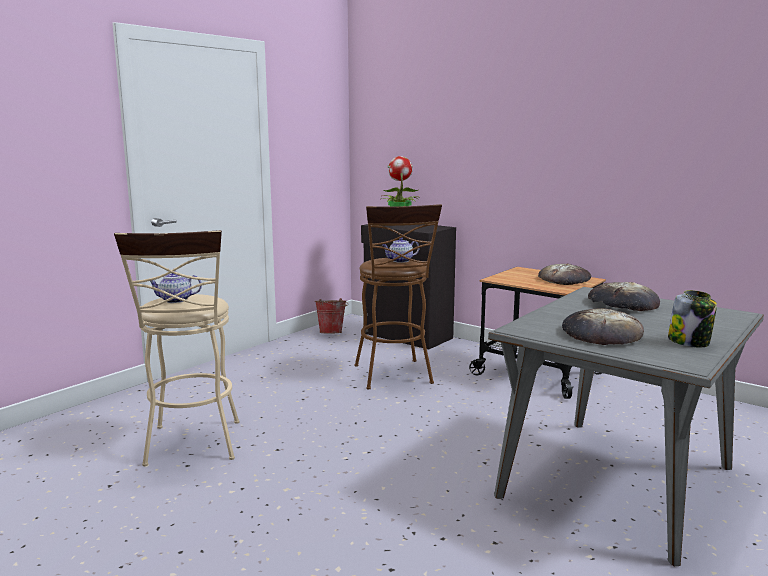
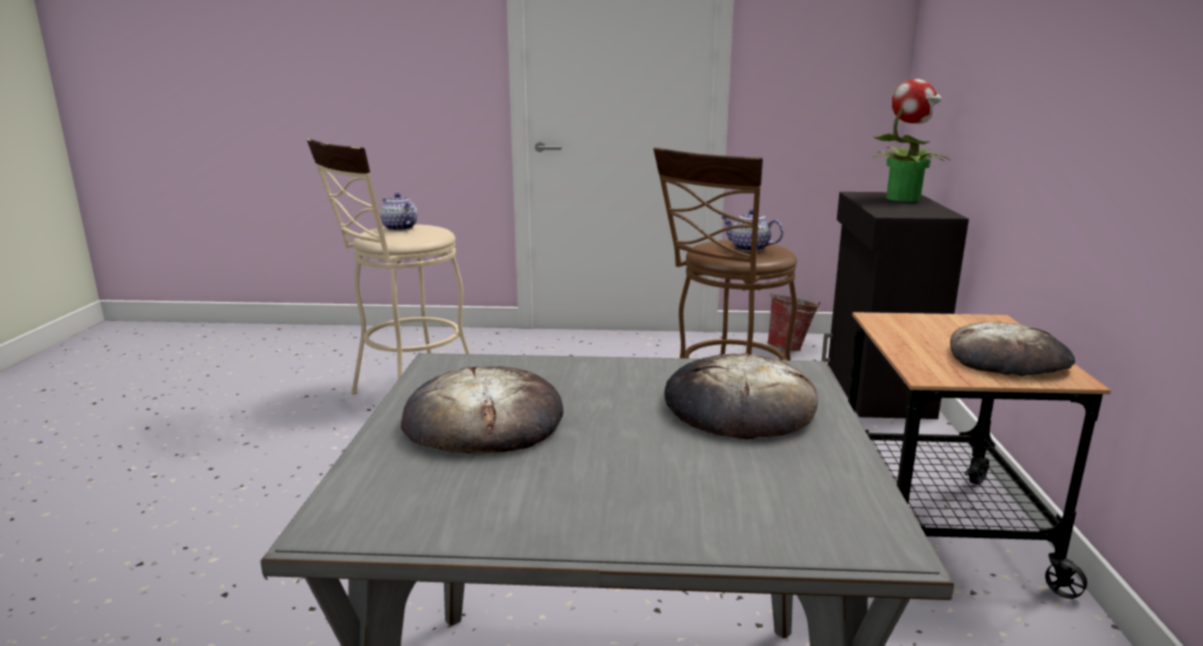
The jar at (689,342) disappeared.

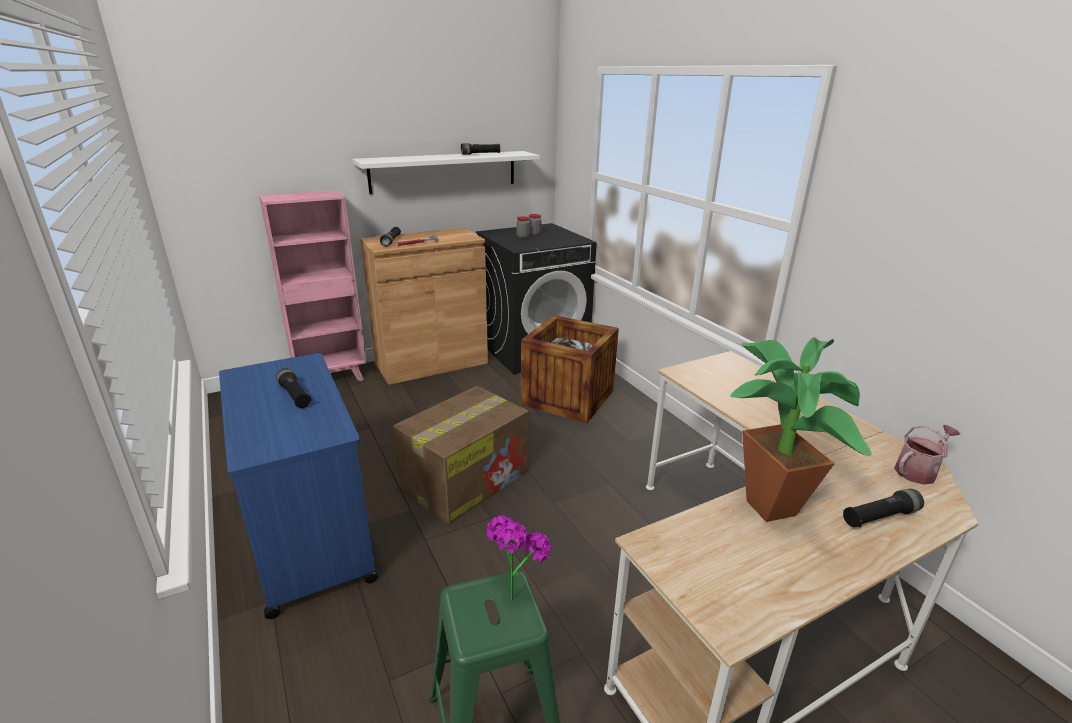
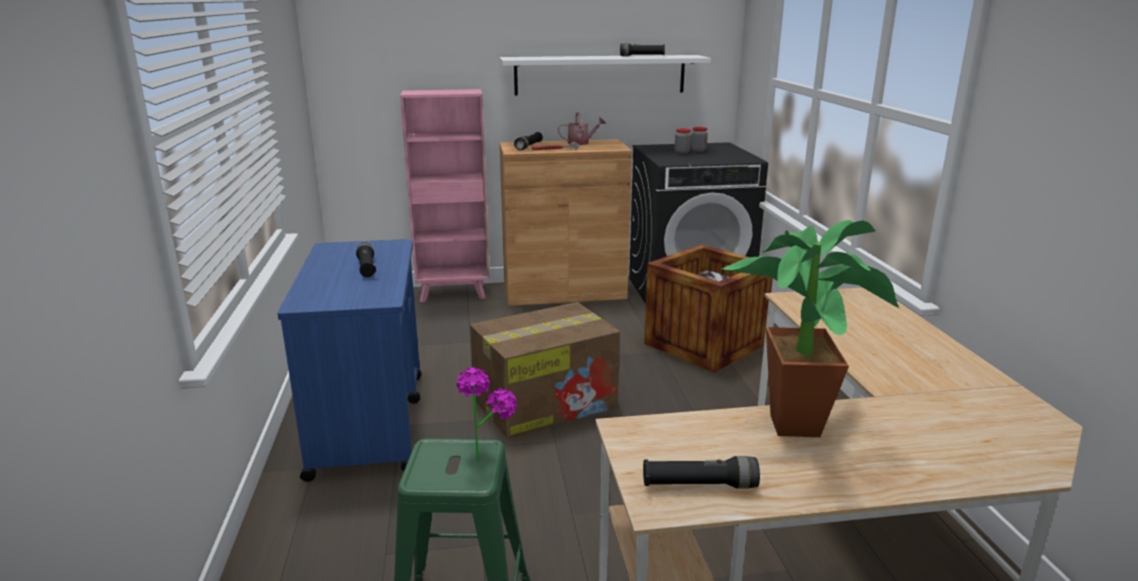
The flashlight in black moved from (880,517) to (699,485). The watering can moved from (918,471) to (581,143).

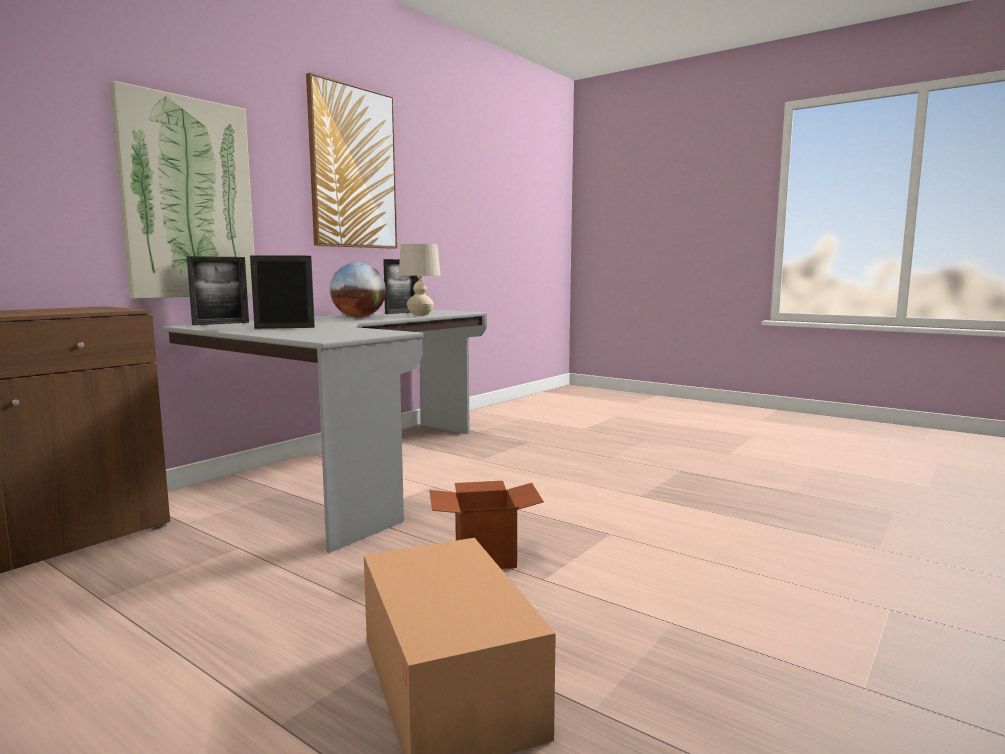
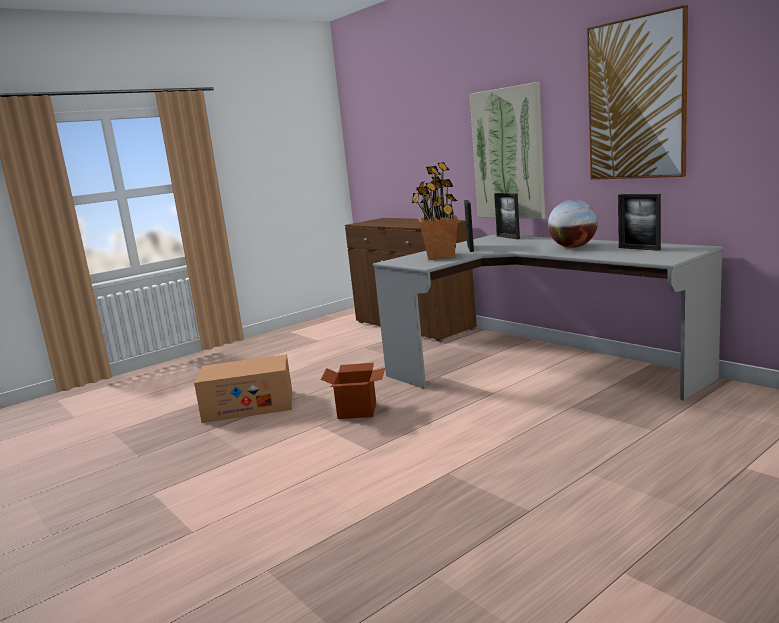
The table lamp in beige at (420,315) disappeared. The potted plant at (440,256) appeared.

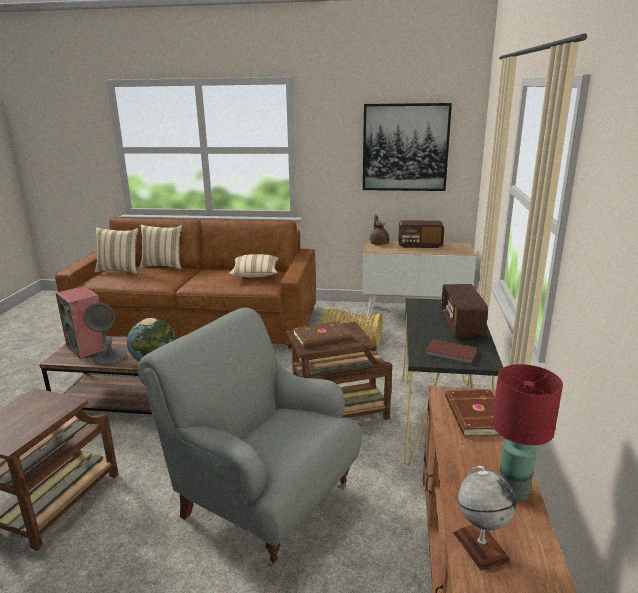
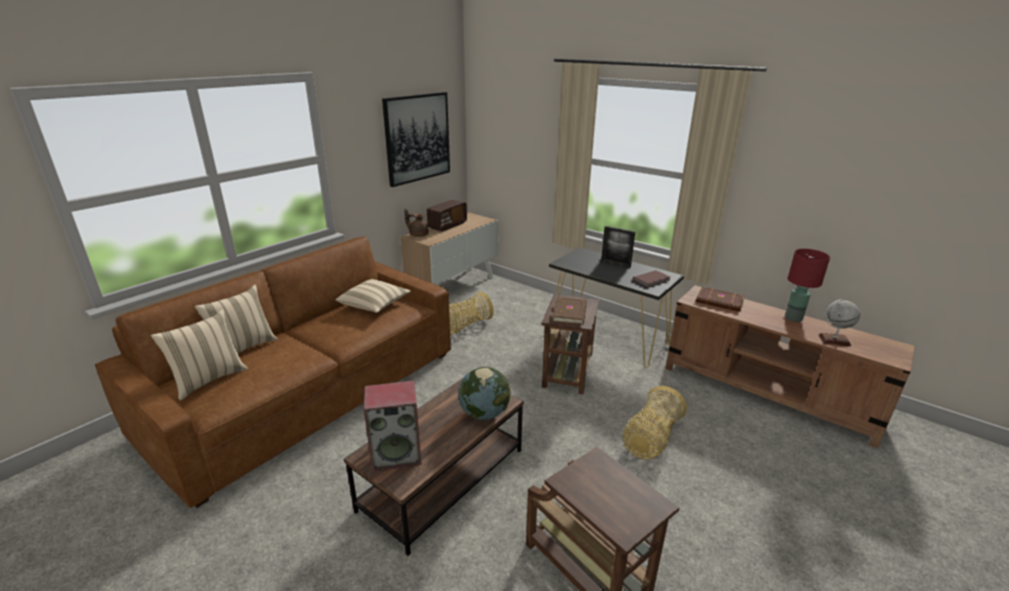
The table lamp in grey at (110,357) disappeared. The armchair in grey at (263,500) was replaced by the basket at (650,439). The radio at (461,326) was replaced by the picture frame at (615,264).

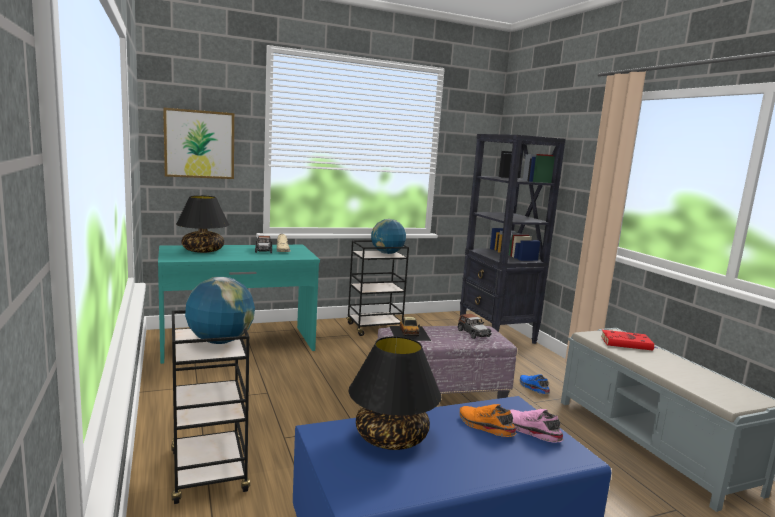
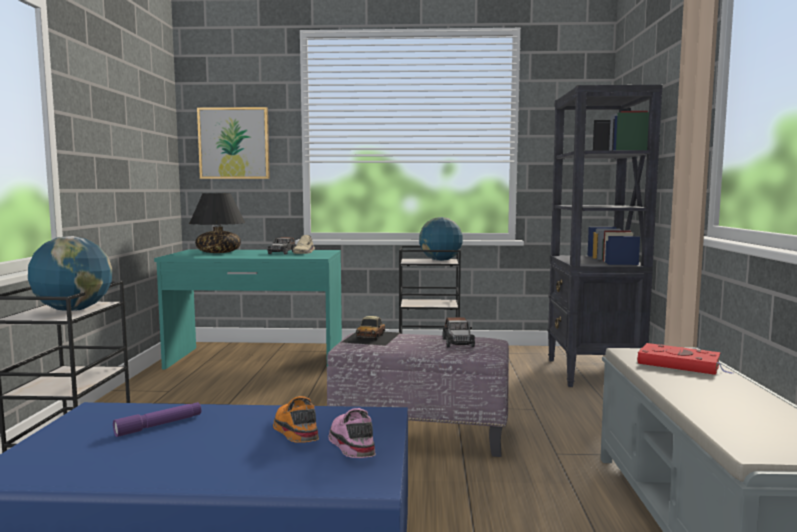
The shoe in blue at (533,388) disappeared. The table lamp in black at (392,438) was replaced by the flashlight in purple at (159,425).

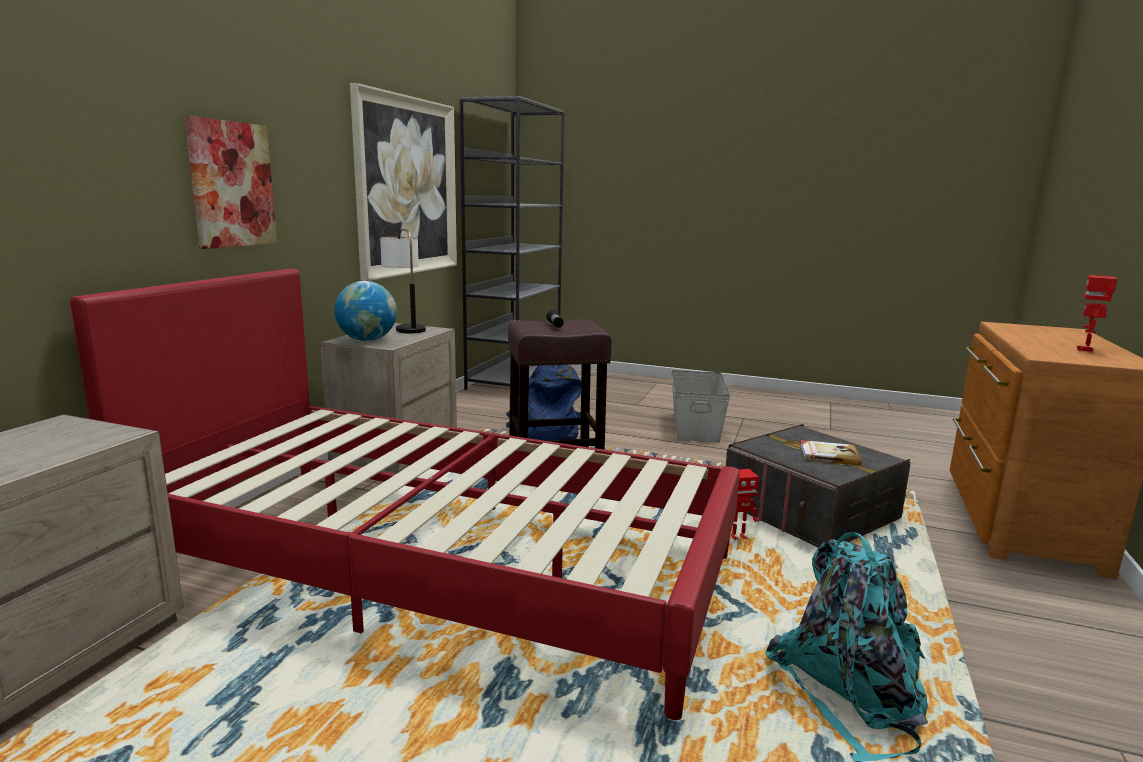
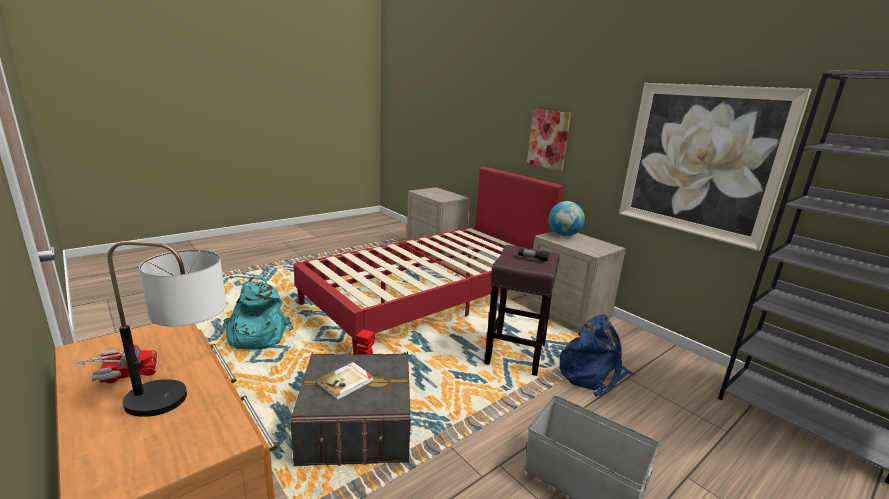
The table lamp moved from (406,327) to (183,401). The toy robot at (1085,349) was replaced by the toy truck at (120,373).

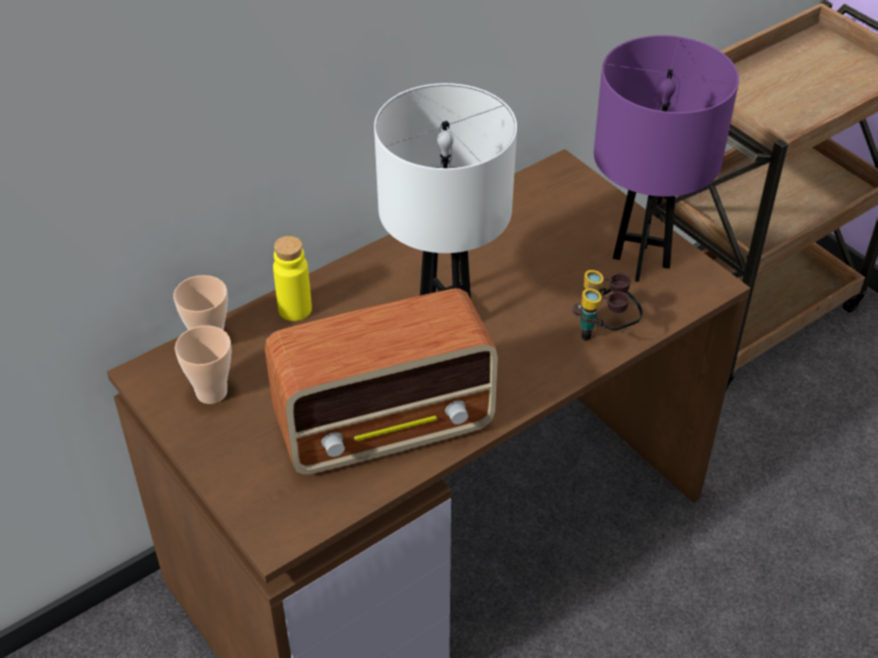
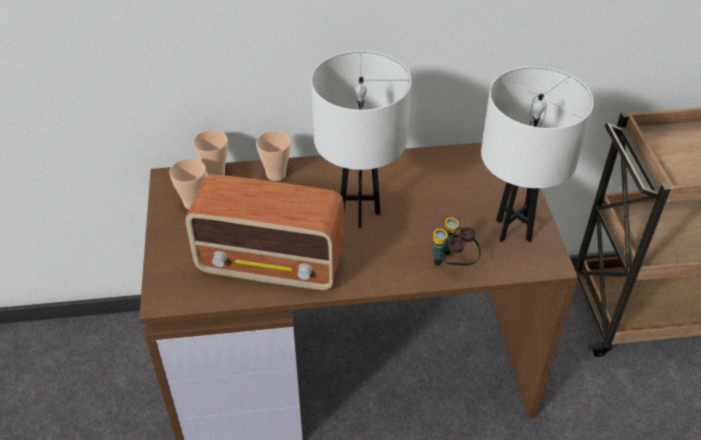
The bottle in yellow at (295,309) was replaced by the cup at (276,174). The table lamp in purple at (641,262) became the table lamp in white at (514,230).

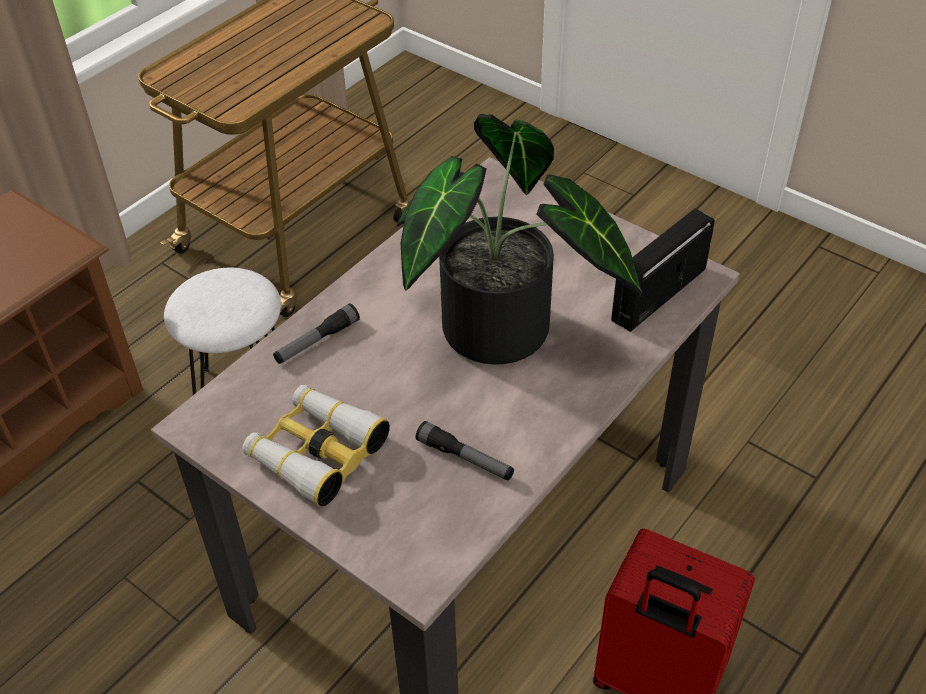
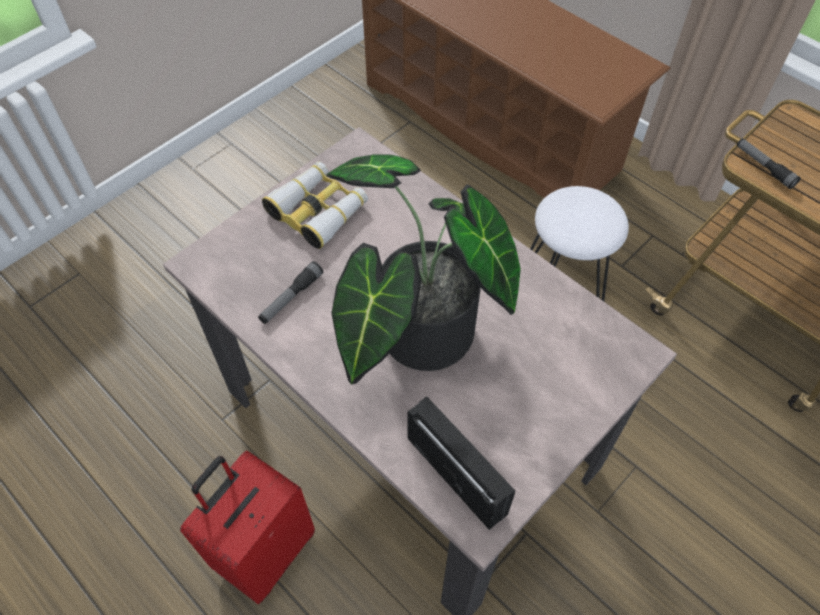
The flashlight moved from (317,341) to (764,167).

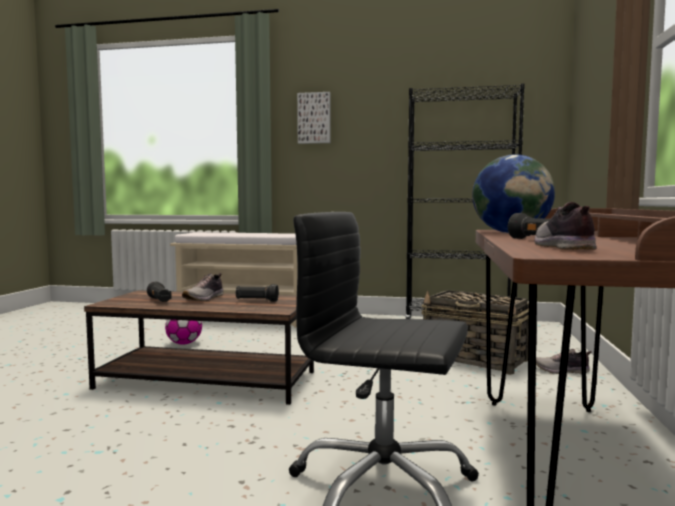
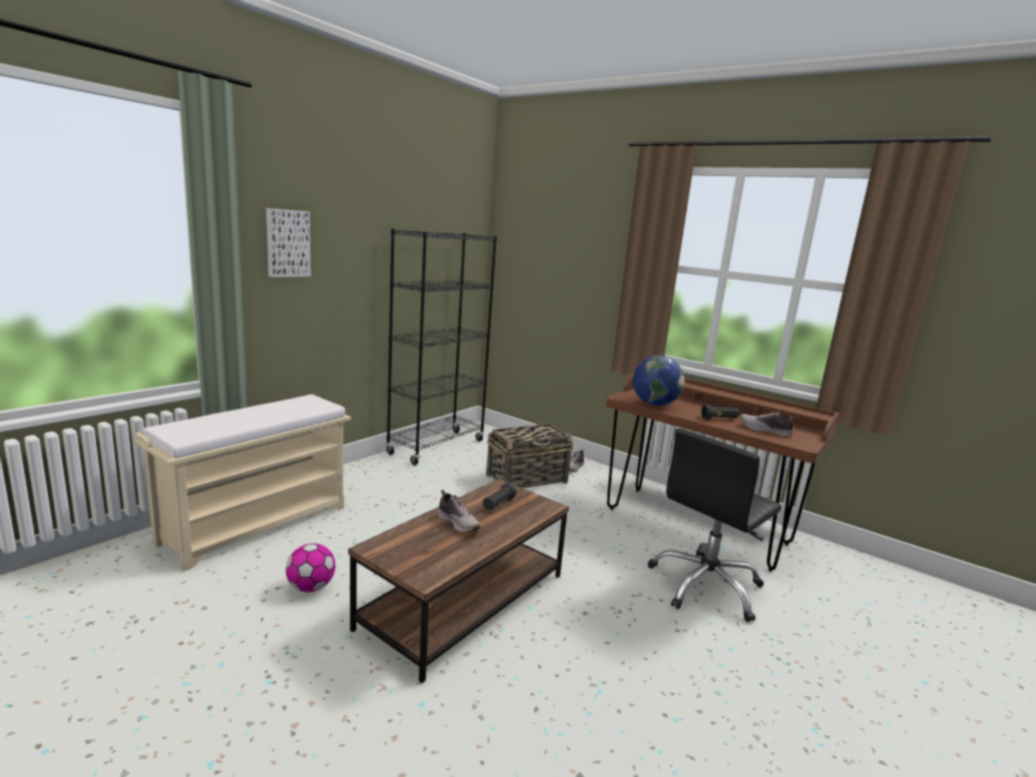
The flashlight in black at (160,301) disappeared.

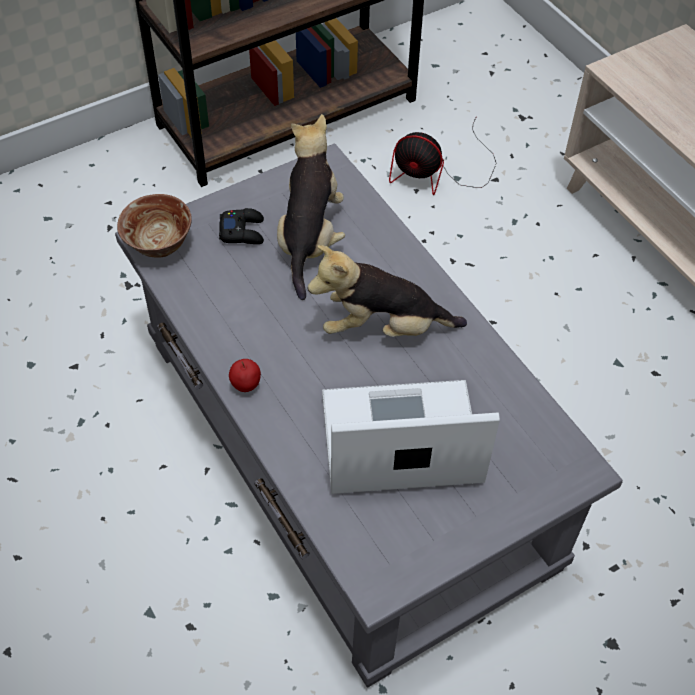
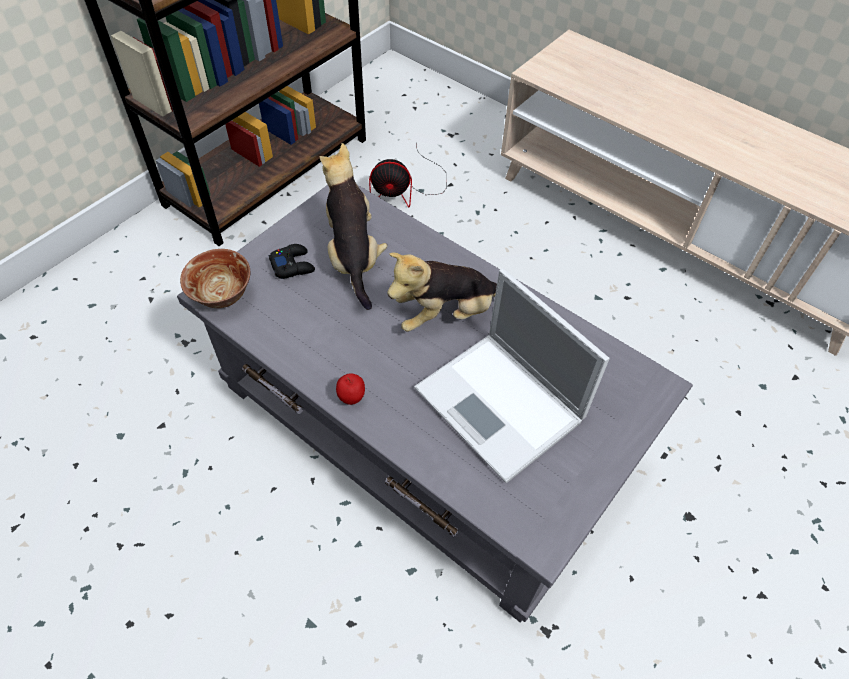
The laptop at (397,440) turned 105 degrees counterclockwise.

